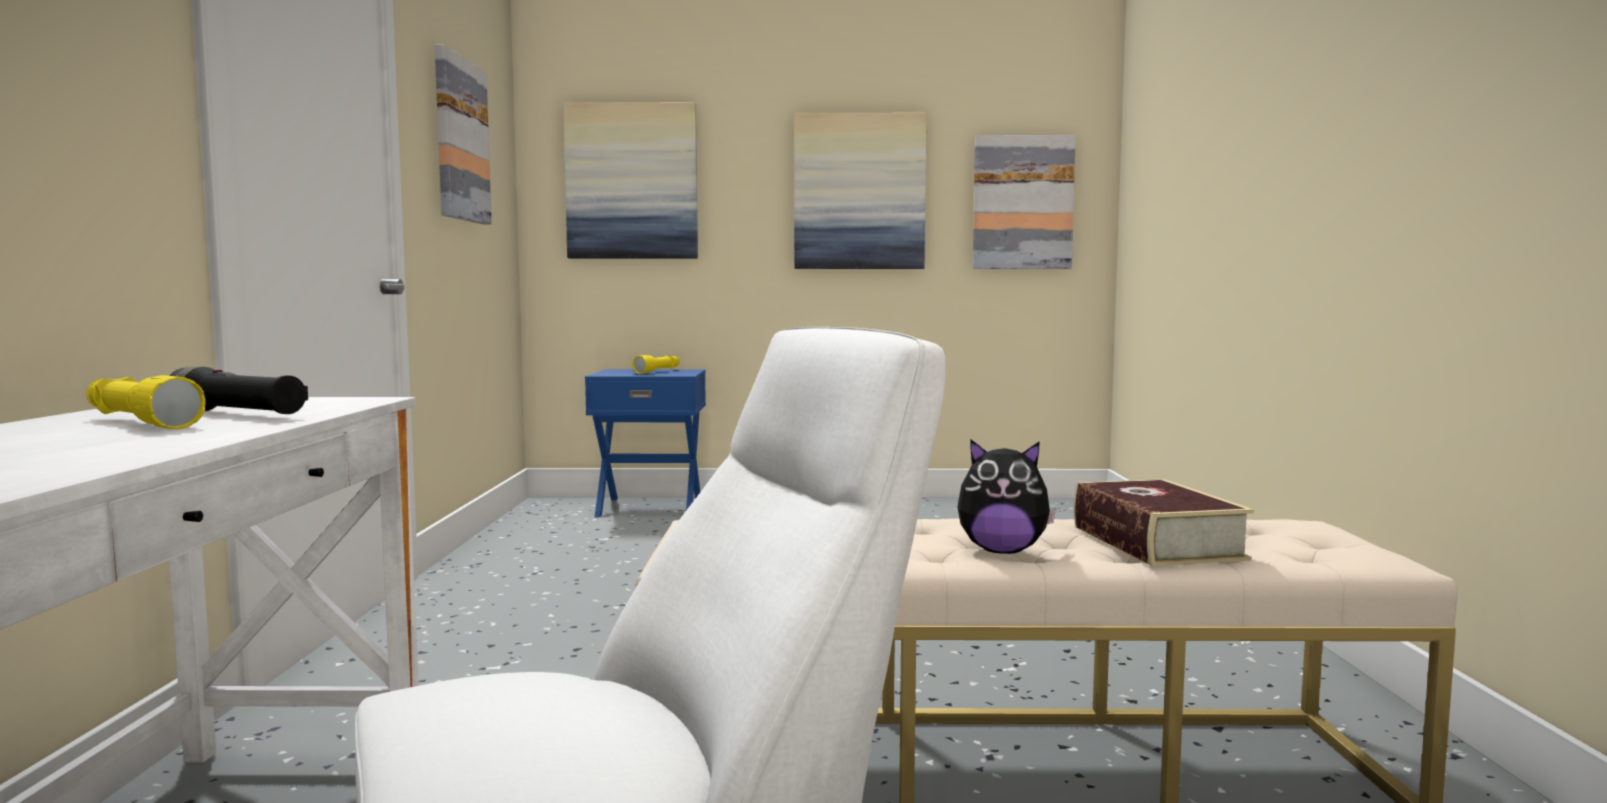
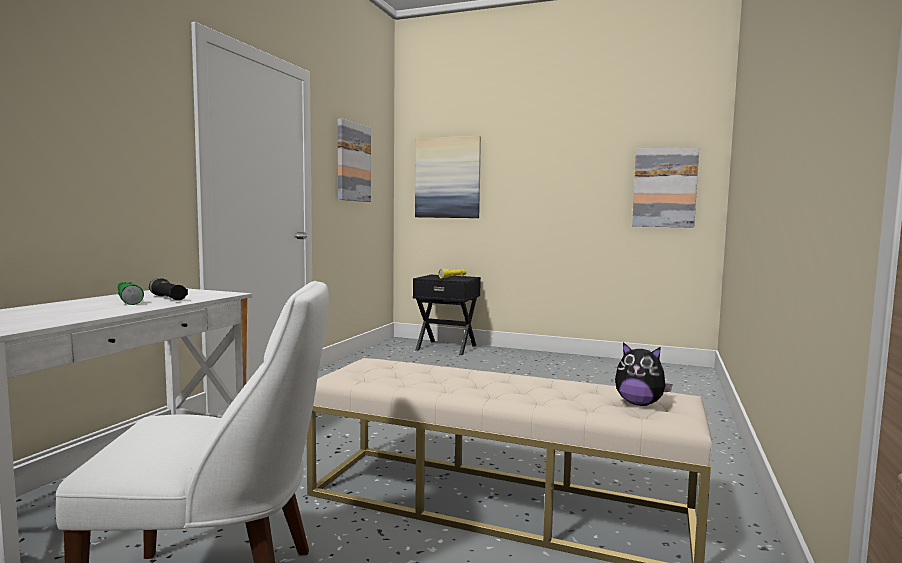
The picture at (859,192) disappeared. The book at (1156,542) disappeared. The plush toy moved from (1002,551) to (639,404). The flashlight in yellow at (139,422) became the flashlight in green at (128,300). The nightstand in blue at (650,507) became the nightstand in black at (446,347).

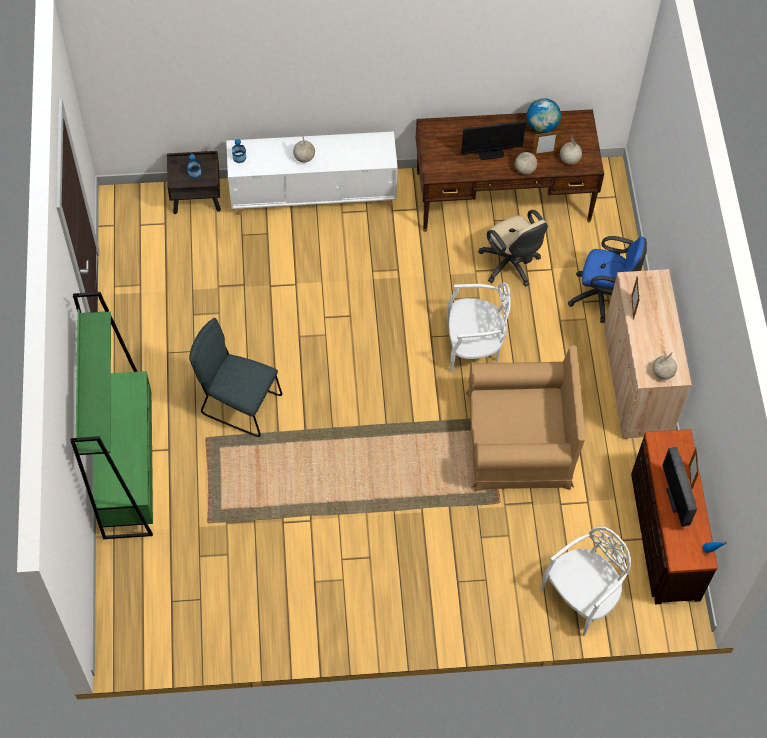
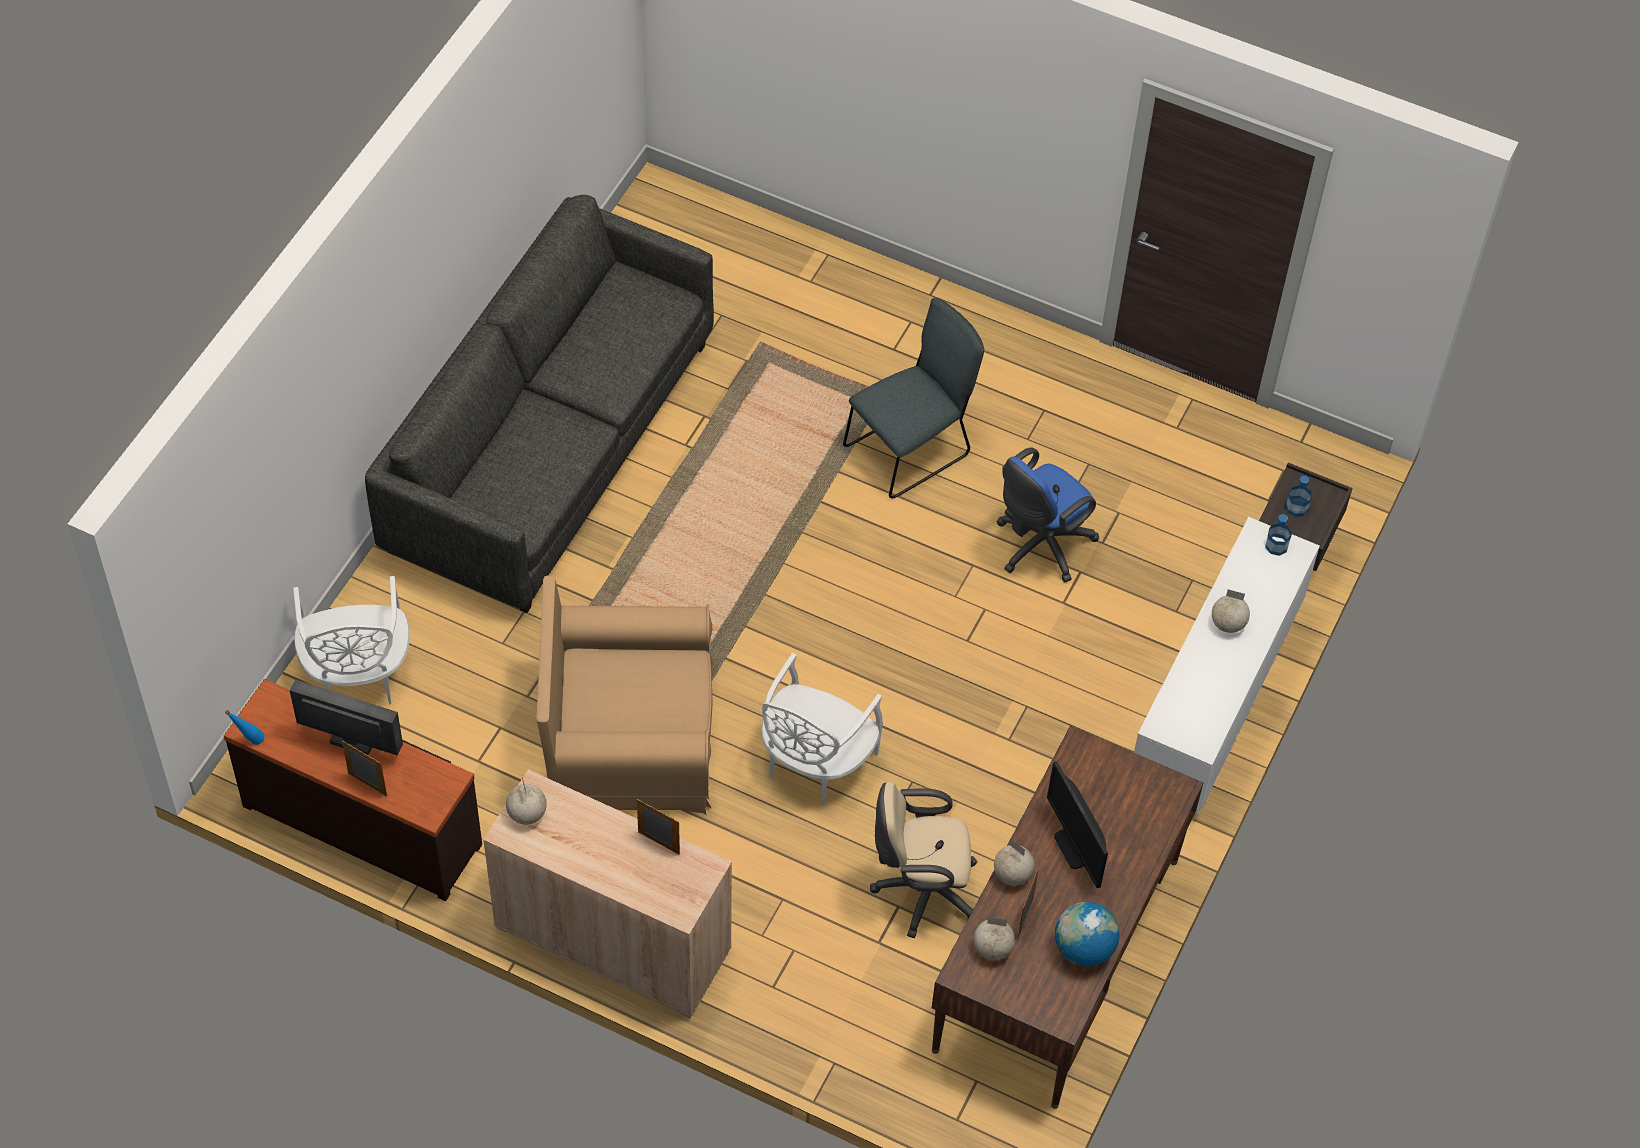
The bookcase in green at (128,468) disappeared. The sofa in grey at (549,446) appeared. The office chair in blue moved from (602,297) to (1039,546). The monitor at (491,152) turned 45 degrees counterclockwise. The armchair in brown at (519,439) turned 60 degrees clockwise.

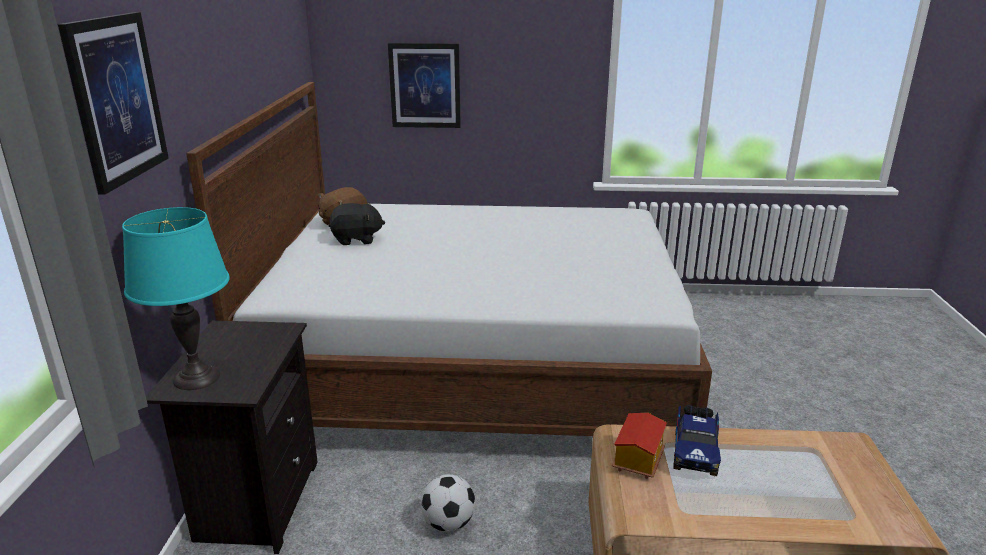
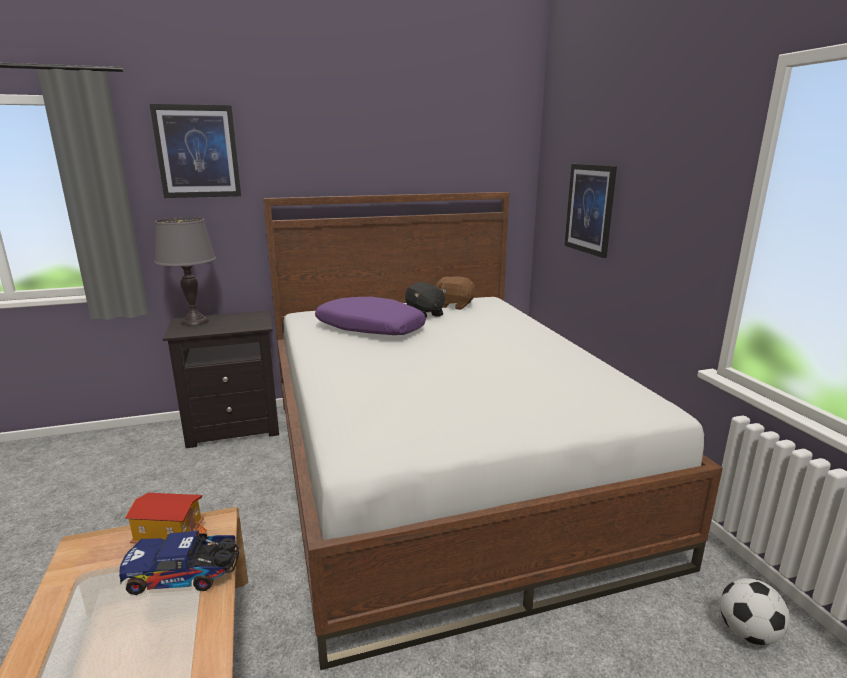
The pillow in purple at (369,328) appeared. The football moved from (448,523) to (747,633). The table lamp in turquoise at (197,378) became the table lamp in grey at (194,321).

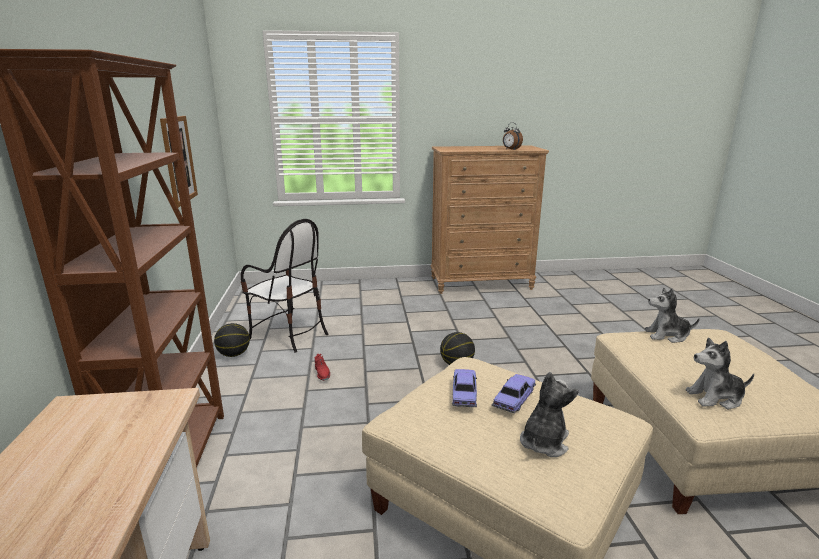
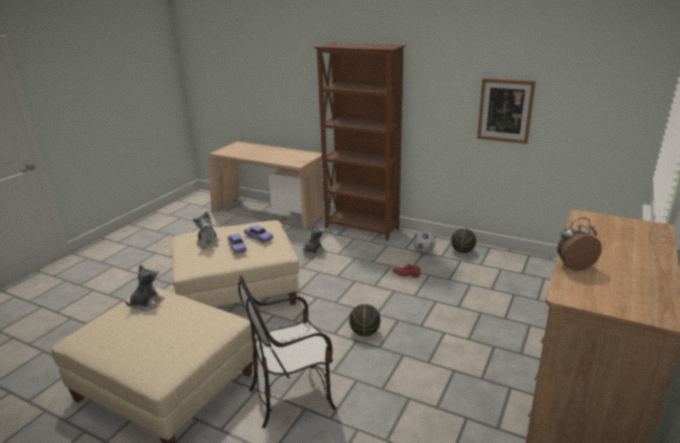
The football at (423,251) appeared. The chair moved from (289,335) to (292,396). The plush toy moved from (667,335) to (314,252).

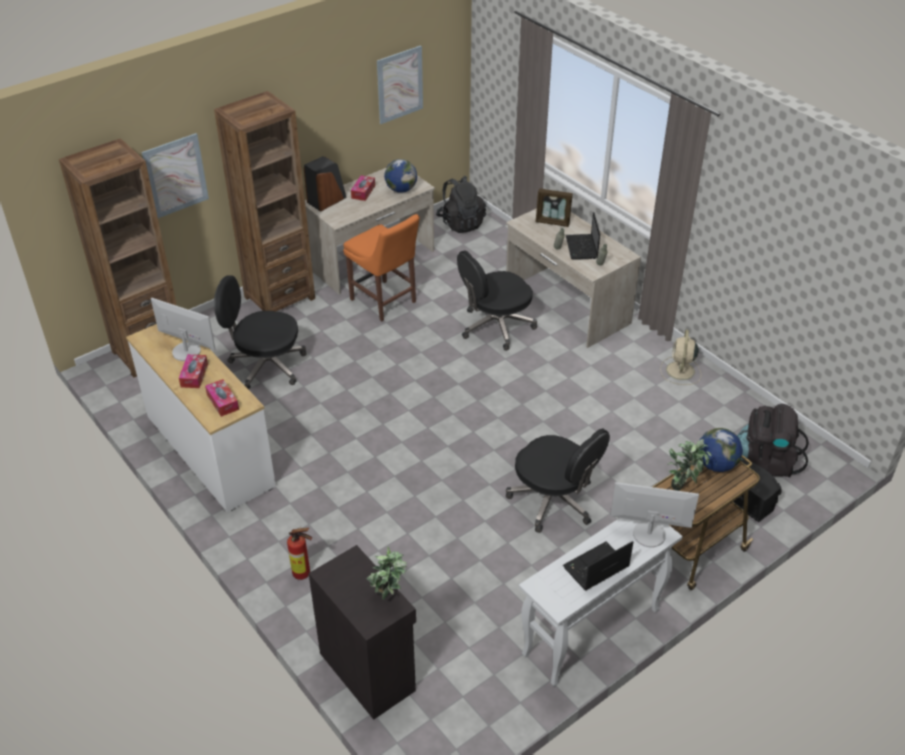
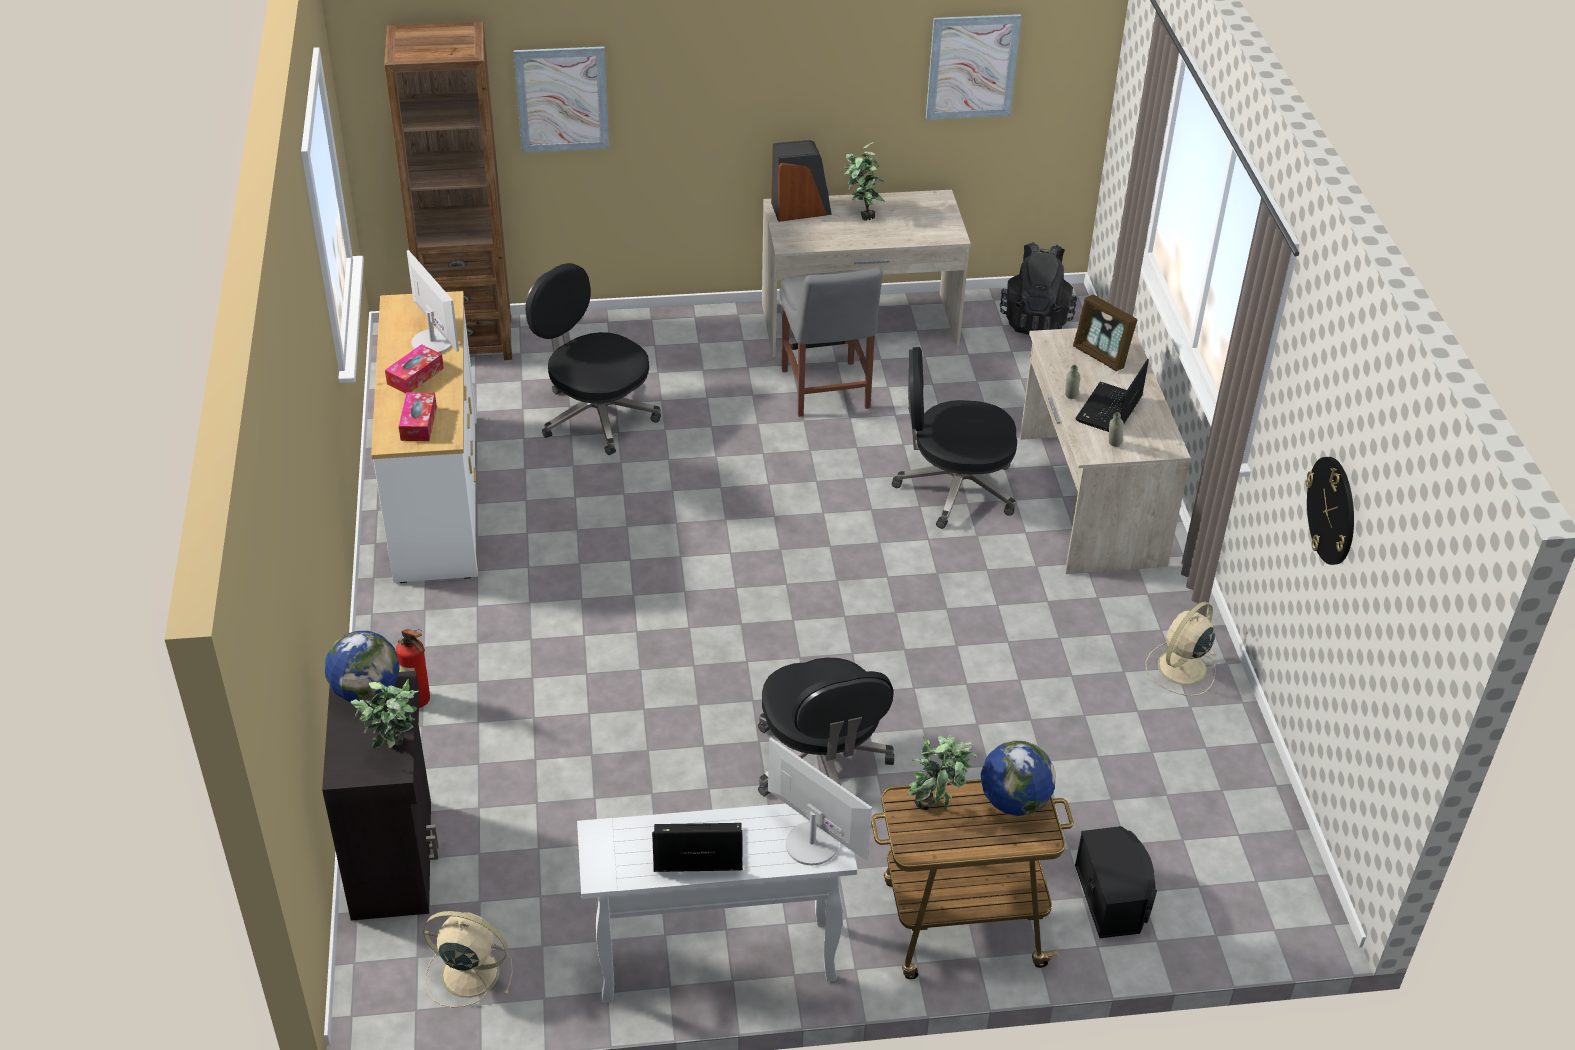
The bookcase in brown at (279,298) disappeared. The backpack in black at (765,462) disappeared. The fan in beige at (467,972) appeared. The wall clock at (1332,510) appeared. The globe moved from (401,190) to (366,692). The tissue box at (363,192) was replaced by the potted plant at (861,215). The chair in orange at (385,302) became the chair in grey at (826,392).

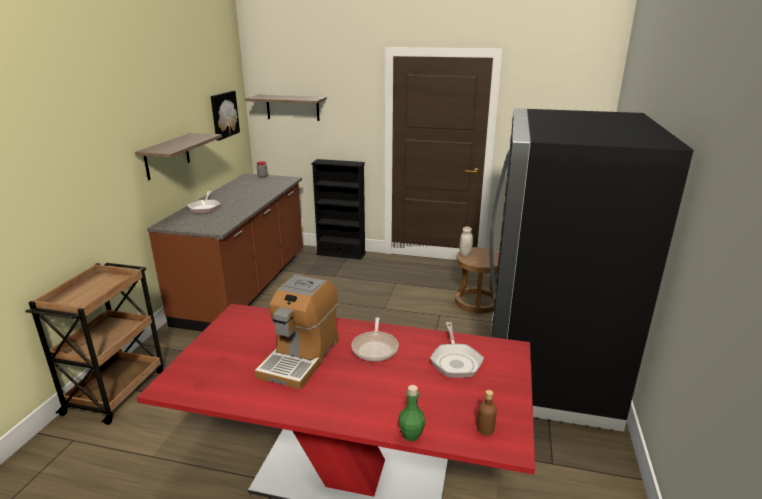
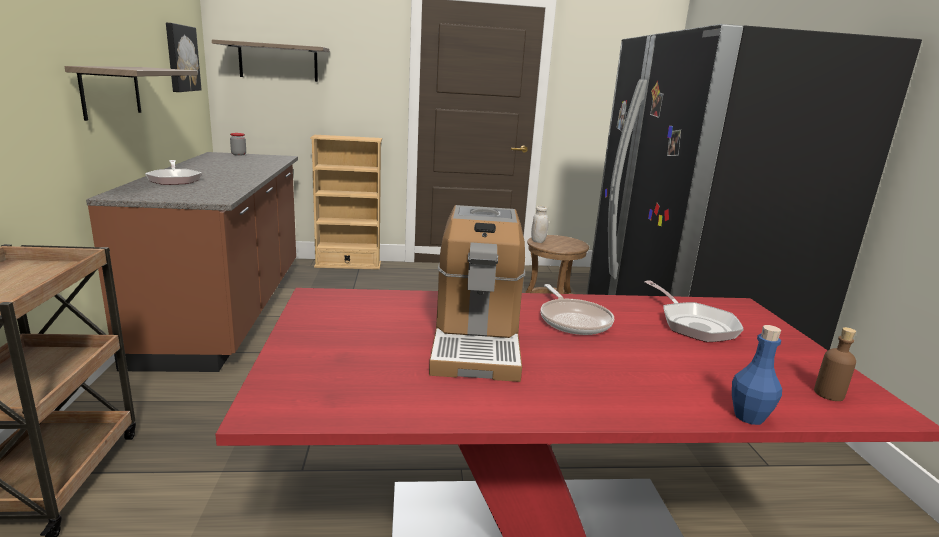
The bookcase in black at (341,254) became the bookcase in beige at (348,265). The bottle in green at (411,435) became the bottle in blue at (749,417).

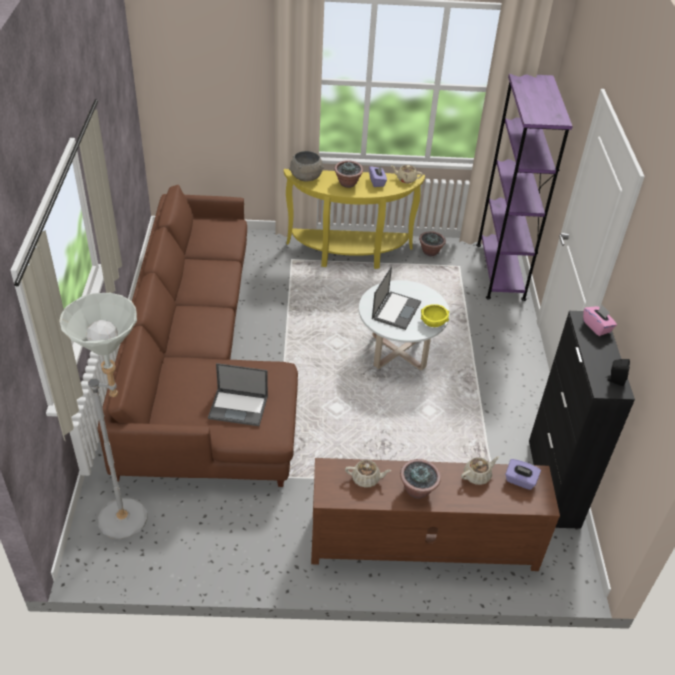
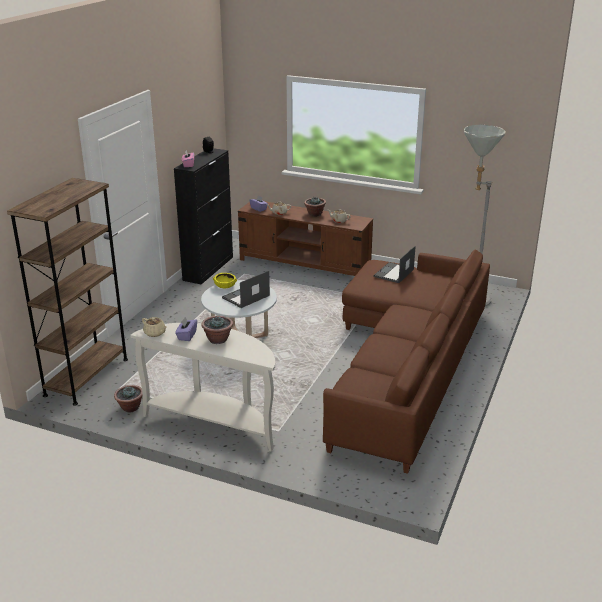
The bowl in grey at (306,177) disappeared. The console table in yellow at (349,255) became the console table in white at (215,422). The bookcase in purple at (500,271) became the bookcase in brown at (86,377). The laptop at (239,407) turned 90 degrees counterclockwise.

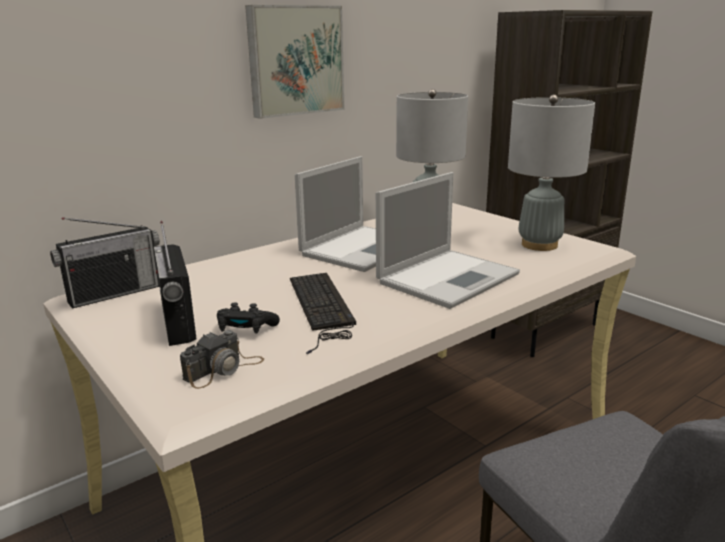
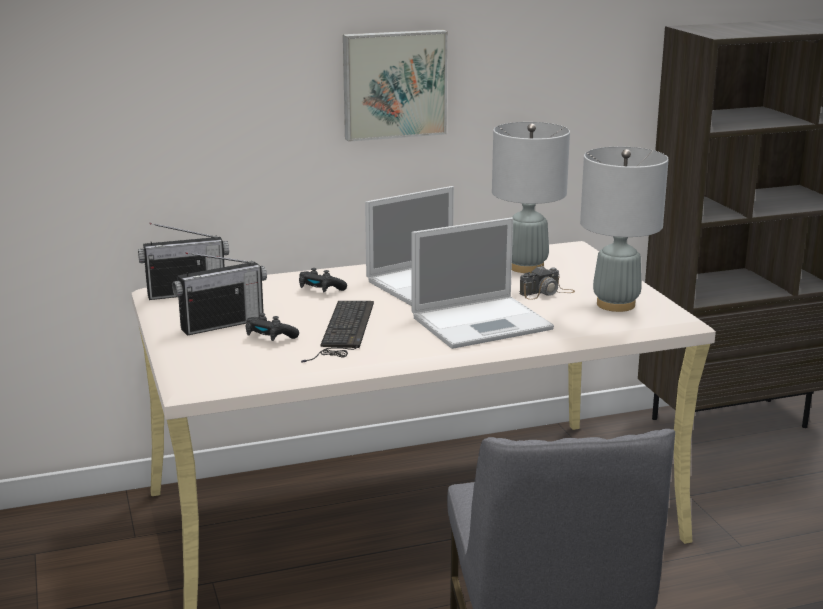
The game controller in black at (320,290) appeared. The photo camera moved from (224,369) to (546,292). The radio at (178,323) turned 120 degrees counterclockwise.

